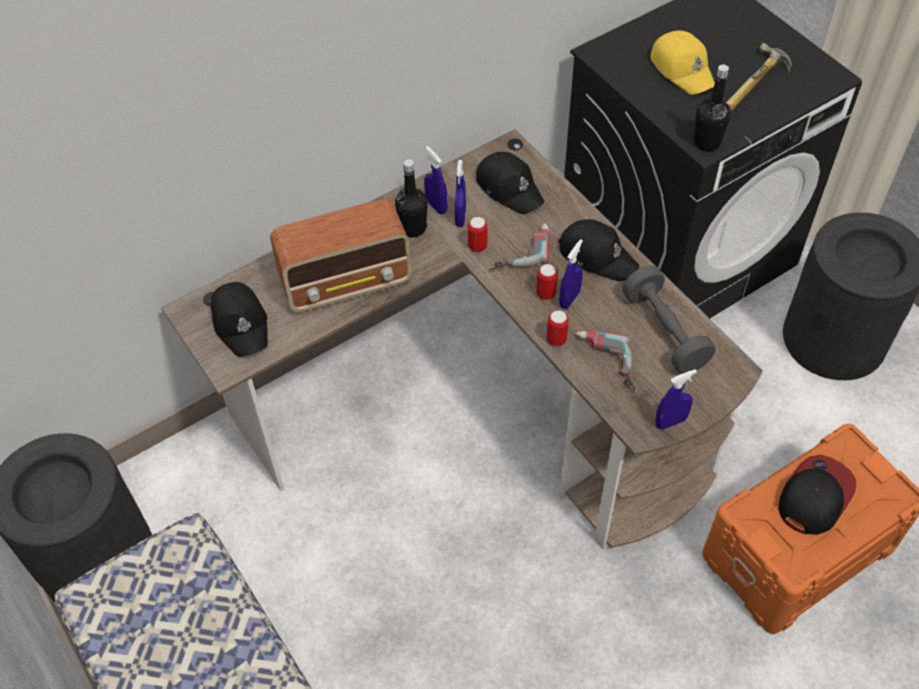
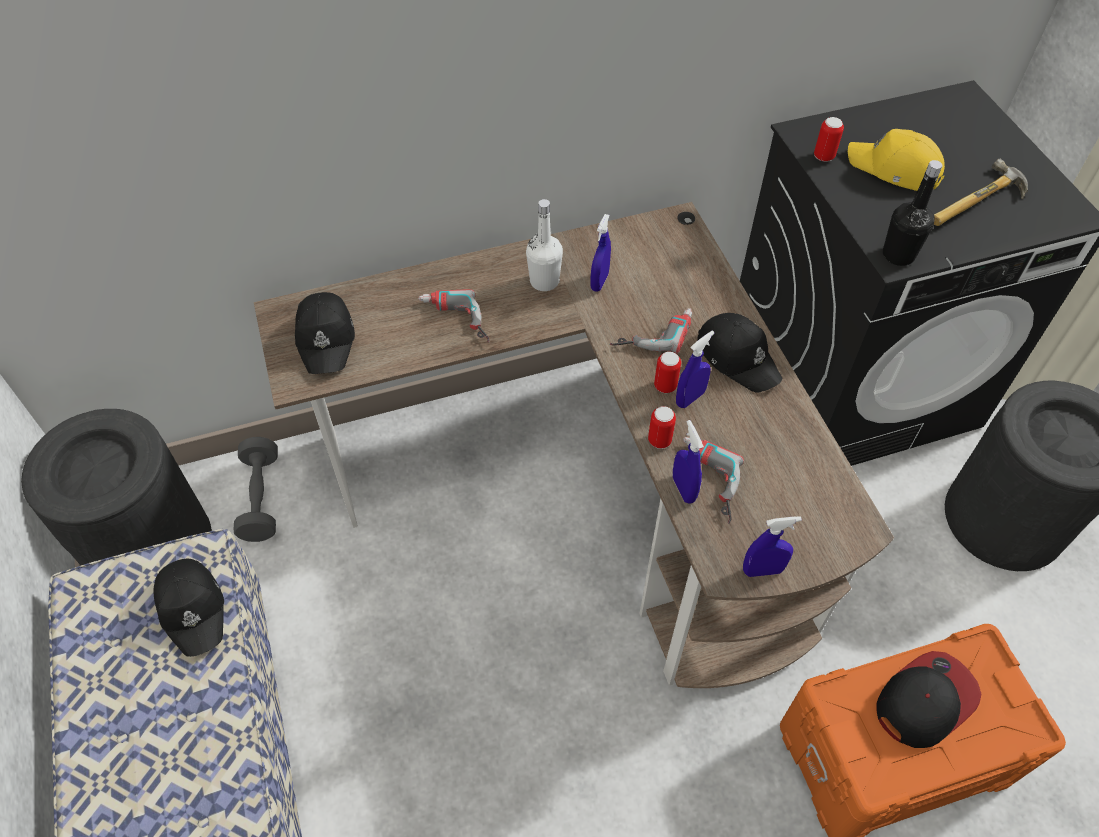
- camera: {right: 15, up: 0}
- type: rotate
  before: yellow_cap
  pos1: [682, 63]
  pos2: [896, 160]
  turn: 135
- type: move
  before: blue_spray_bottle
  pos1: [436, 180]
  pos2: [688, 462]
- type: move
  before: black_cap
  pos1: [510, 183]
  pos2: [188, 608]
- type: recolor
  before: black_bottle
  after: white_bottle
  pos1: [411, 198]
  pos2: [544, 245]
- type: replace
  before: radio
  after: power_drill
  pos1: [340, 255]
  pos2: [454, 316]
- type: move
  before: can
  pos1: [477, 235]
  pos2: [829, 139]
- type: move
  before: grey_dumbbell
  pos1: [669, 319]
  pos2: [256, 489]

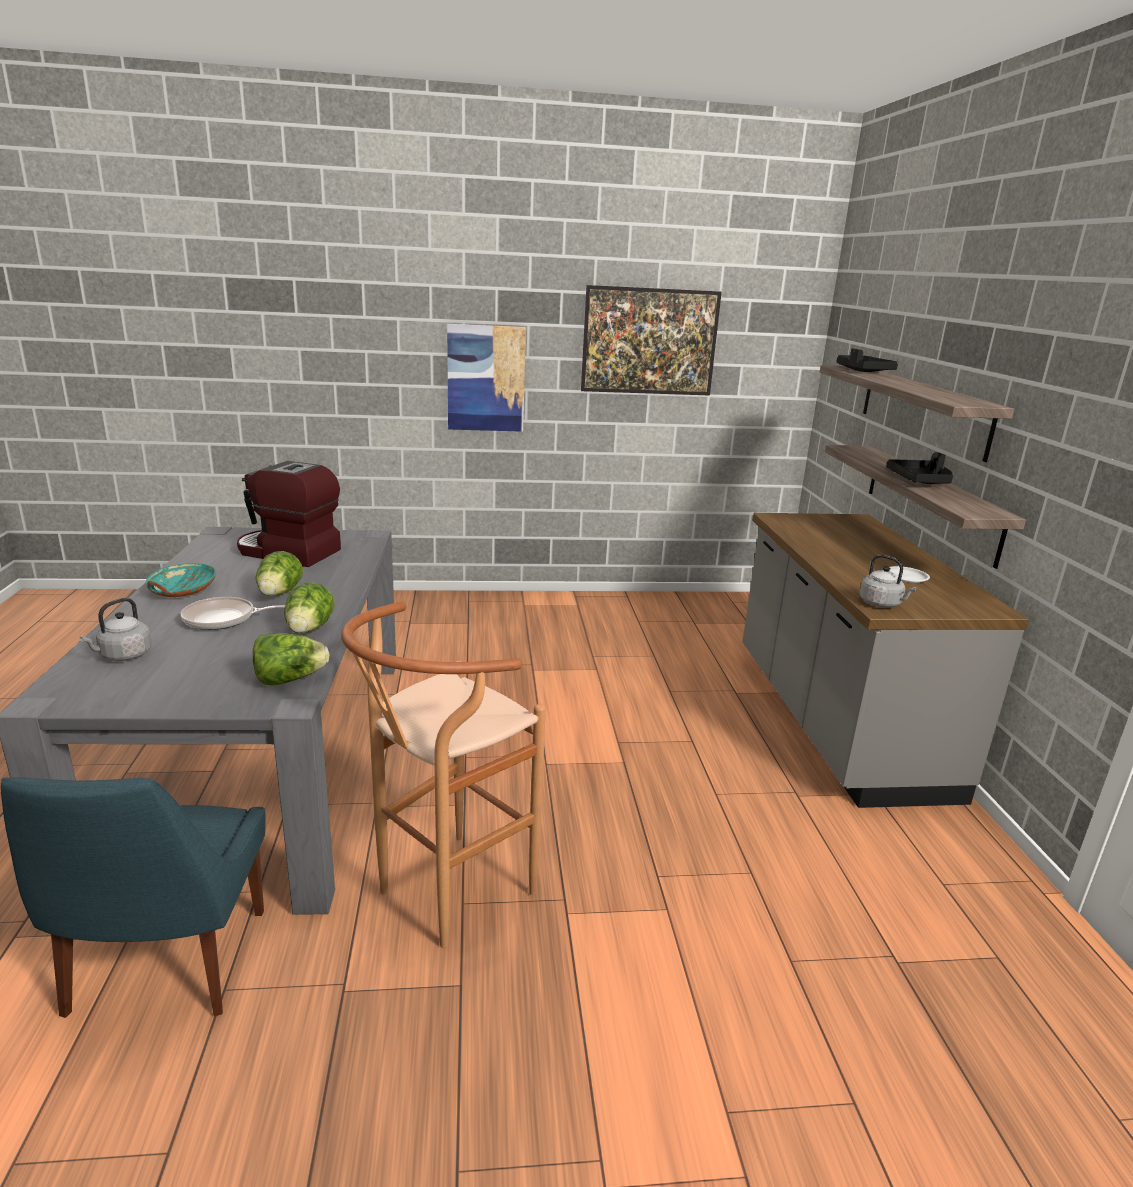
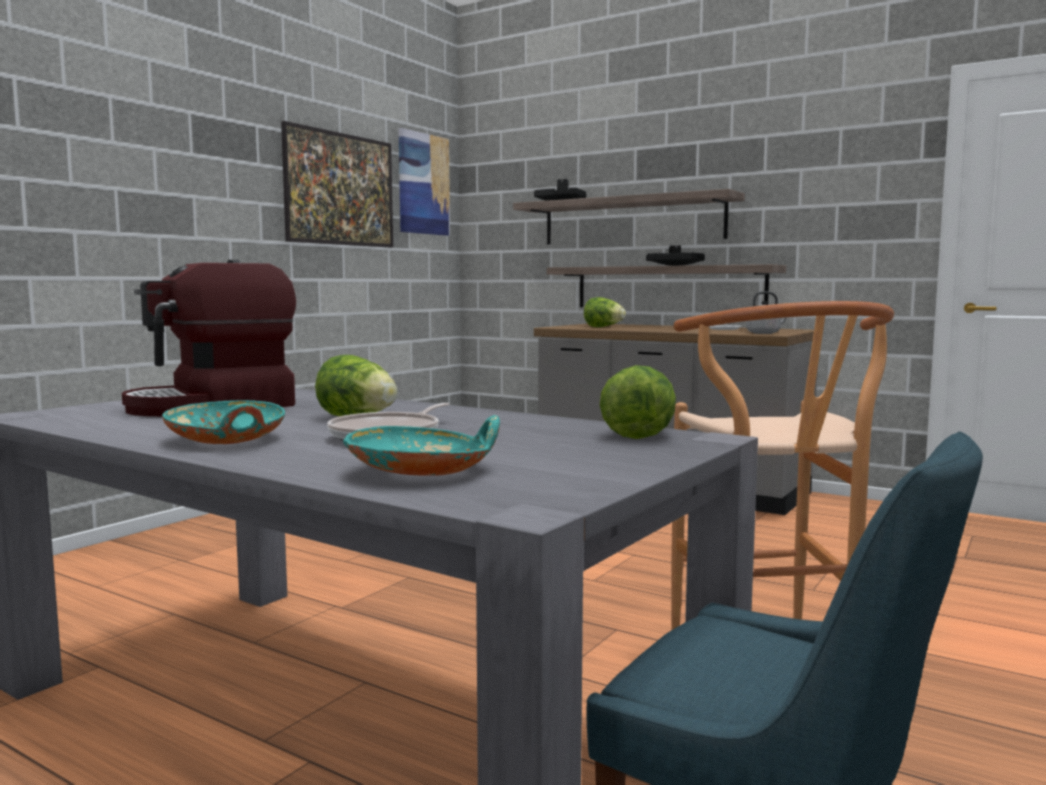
- camera: {right: -50, up: -15}
- type: move
  before: picture
  pos1: [486, 378]
  pos2: [424, 182]
- type: move
  before: lettuce
  pos1: [309, 607]
  pos2: [605, 312]
- type: replace
  before: grey_kettle
  after: turquoise_bowl
  pos1: [116, 629]
  pos2: [421, 445]

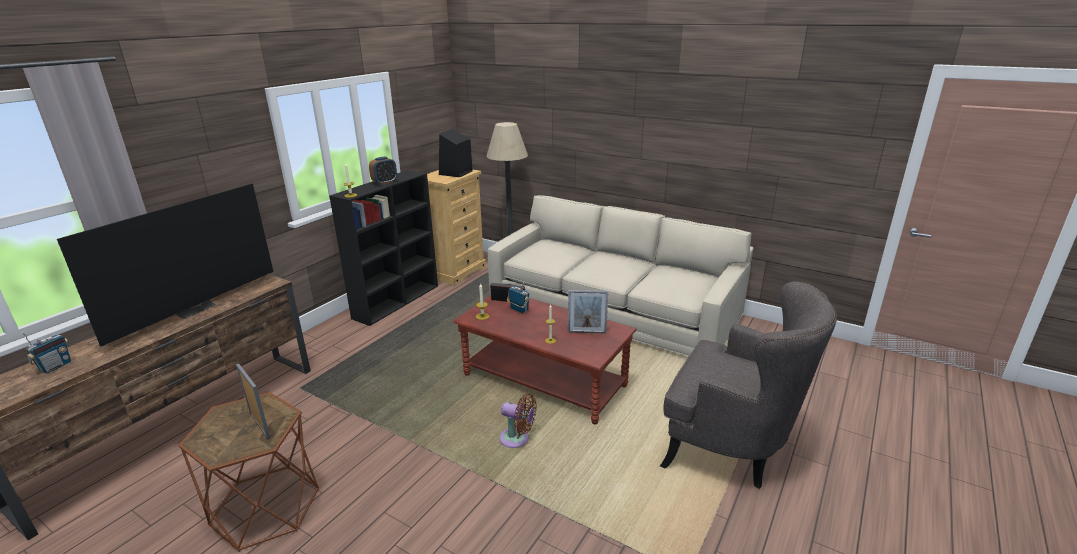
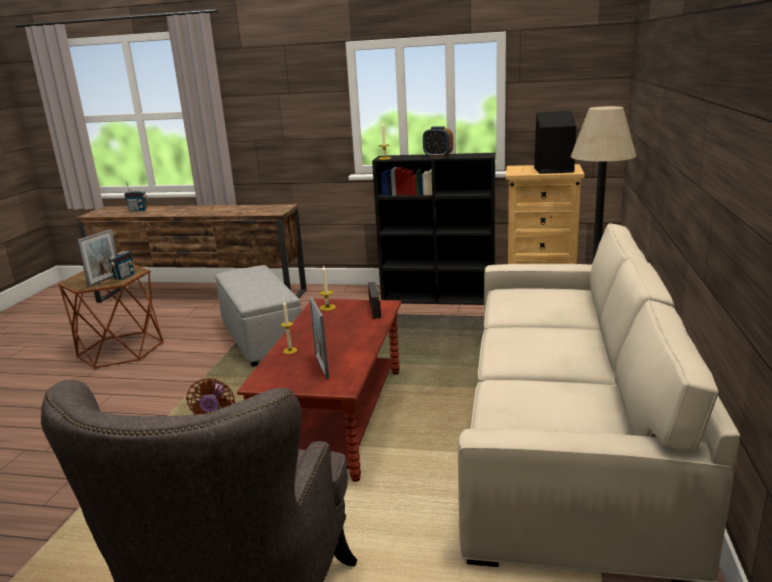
- camera: {right: 70, up: -5}
- type: delete
  before: television
  pos1: [165, 265]
- type: move
  before: radio
  pos1: [518, 297]
  pos2: [121, 262]
- type: insert
  after: grey_ottoman
  pos2: [258, 316]

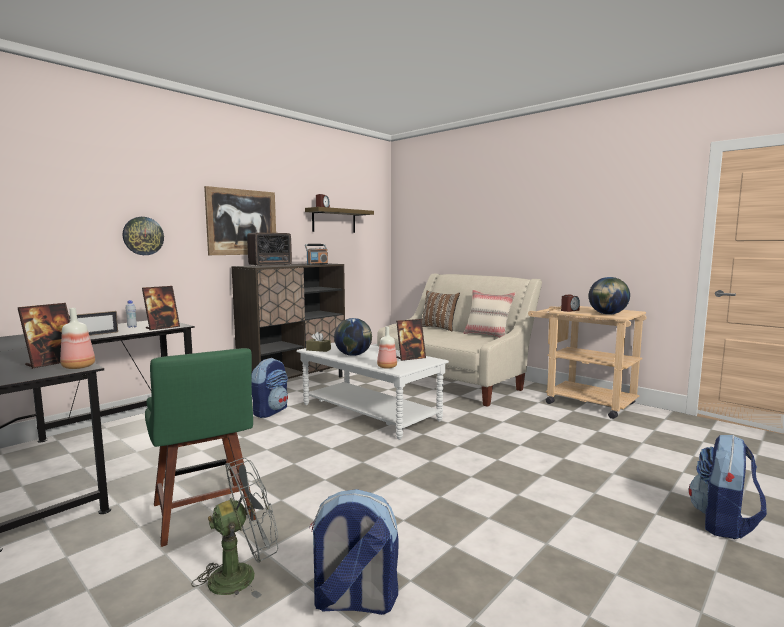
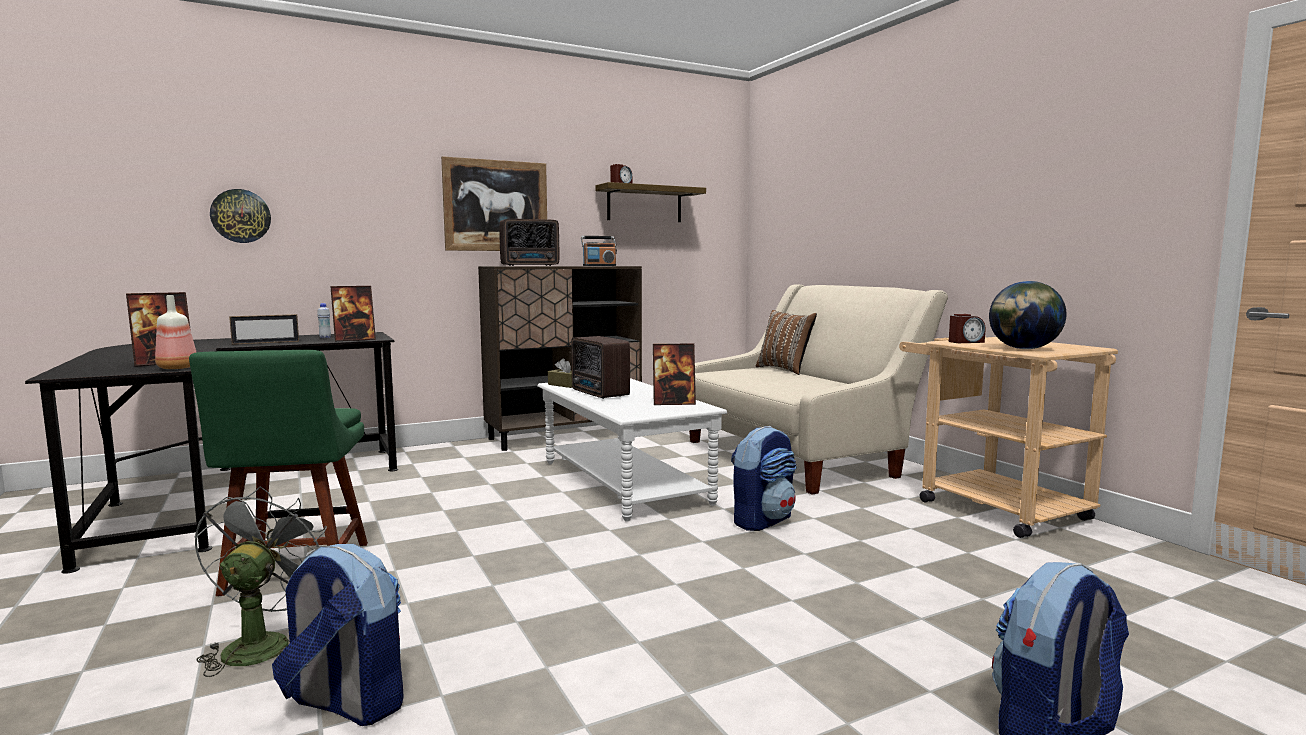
- camera: {right: 20, up: 0}
- type: move
  before: wall_clock
  pos1: [143, 236]
  pos2: [240, 216]
- type: delete
  before: beige_pillow
  pos1: [489, 314]
- type: replace
  before: globe
  after: radio
  pos1: [353, 337]
  pos2: [600, 367]
- type: delete
  before: bottle
  pos1: [387, 348]
- type: move
  before: backpack
  pos1: [270, 388]
  pos2: [764, 478]
- type: rotate
  before: grey_fan
  pos1: [234, 528]
  pos2: [260, 581]
  turn: -75

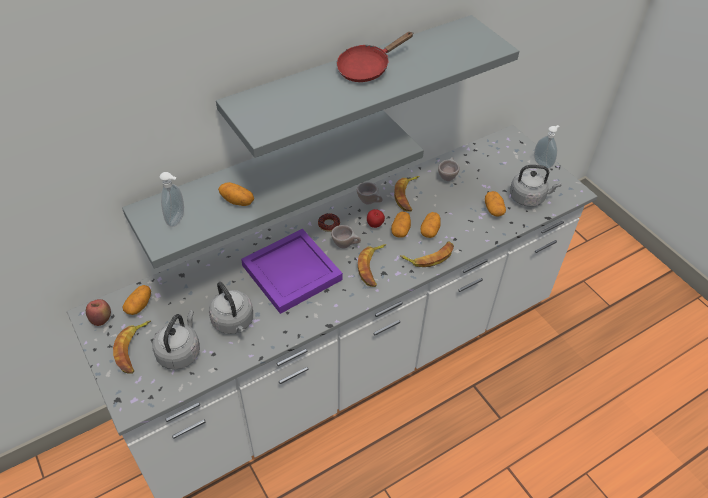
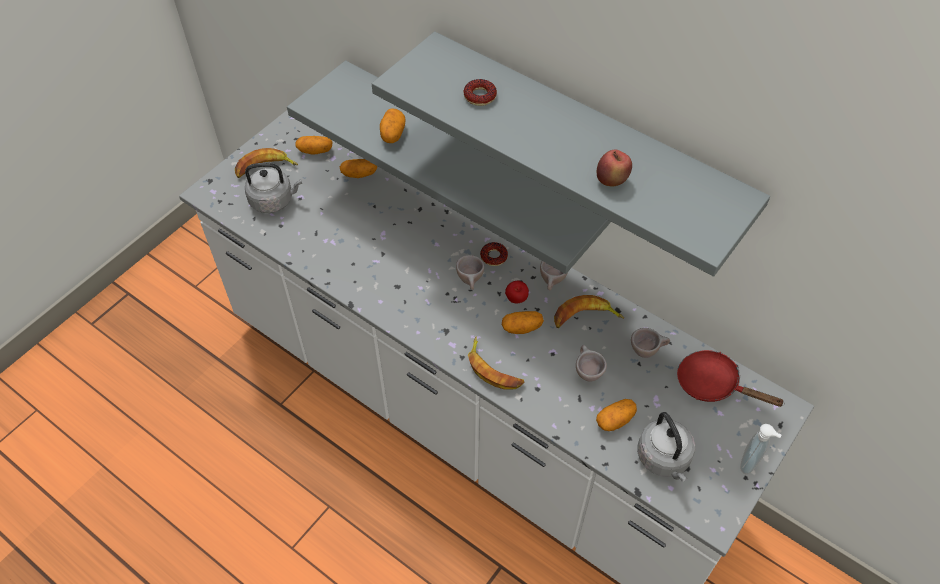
- camera: {right: 70, up: 5}
- type: move
  before: red_frying_pan
  pos1: [374, 57]
  pos2: [731, 378]
- type: delete
  before: soap_dispenser
  pos1: [172, 199]
- type: move
  before: potato
  pos1: [431, 225]
  pos2: [358, 168]
- type: delete
  before: purple_tray
  pos1: [292, 271]
- type: delete
  before: banana
  pos1: [372, 265]
- type: delete
  before: grey_kettle
  pos1: [231, 308]
- type: move
  before: apple
  pos1: [98, 312]
  pos2: [614, 168]
- type: insert
  after: donut
  pos2: [480, 92]
- type: insert
  after: beige_cup
  pos2: [591, 363]

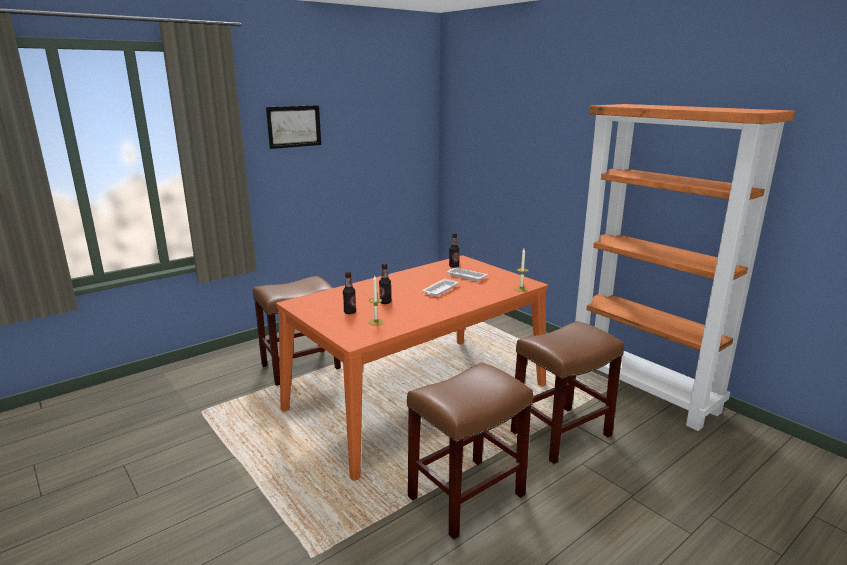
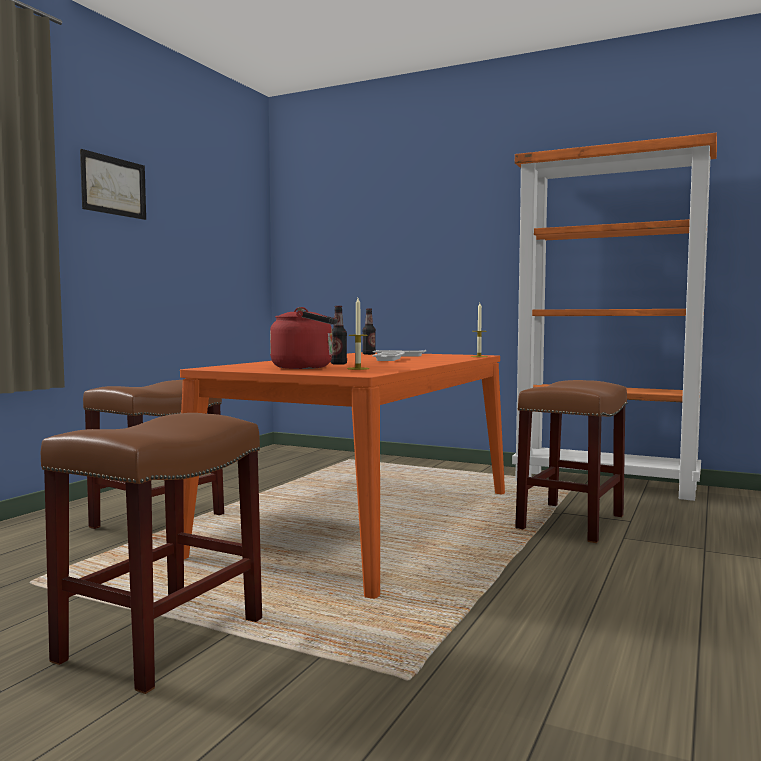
- camera: {right: -25, up: -15}
- type: replace
  before: bottle
  after: red_kettle
  pos1: [349, 292]
  pos2: [304, 338]
- type: move
  before: brown_stool
  pos1: [470, 451]
  pos2: [151, 553]

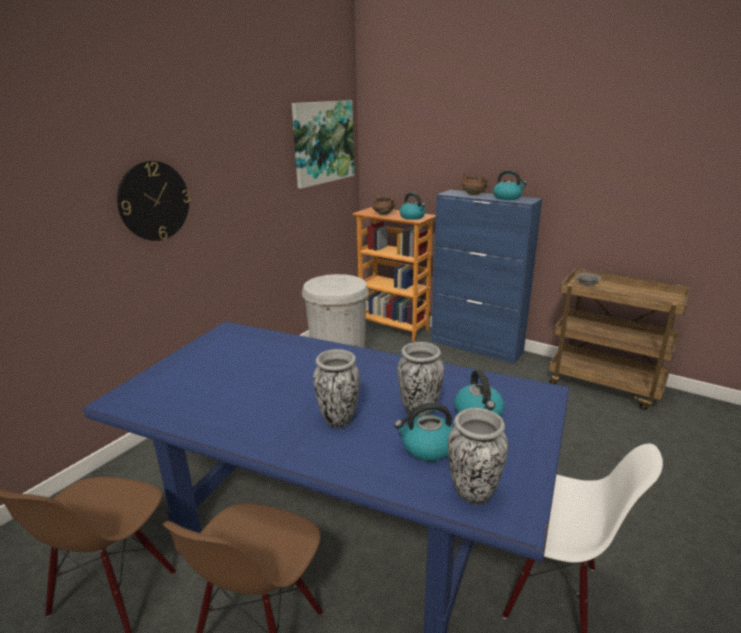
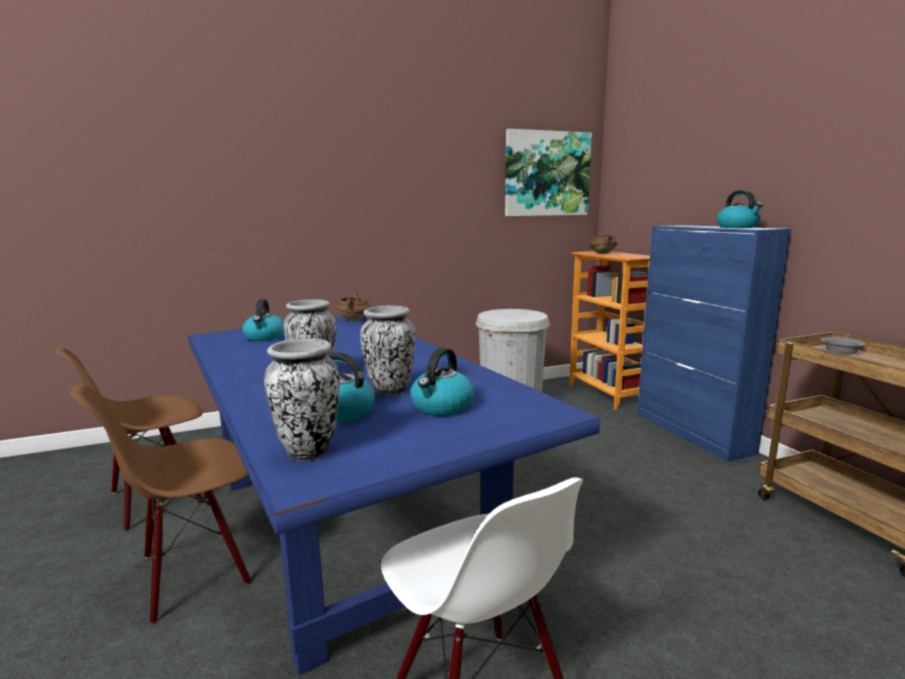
- camera: {right: 35, up: -10}
- type: delete
  before: wall_clock
  pos1: [153, 201]
- type: move
  before: brown_cooking_pot
  pos1: [475, 184]
  pos2: [353, 307]
- type: move
  before: kettle
  pos1: [413, 206]
  pos2: [263, 320]

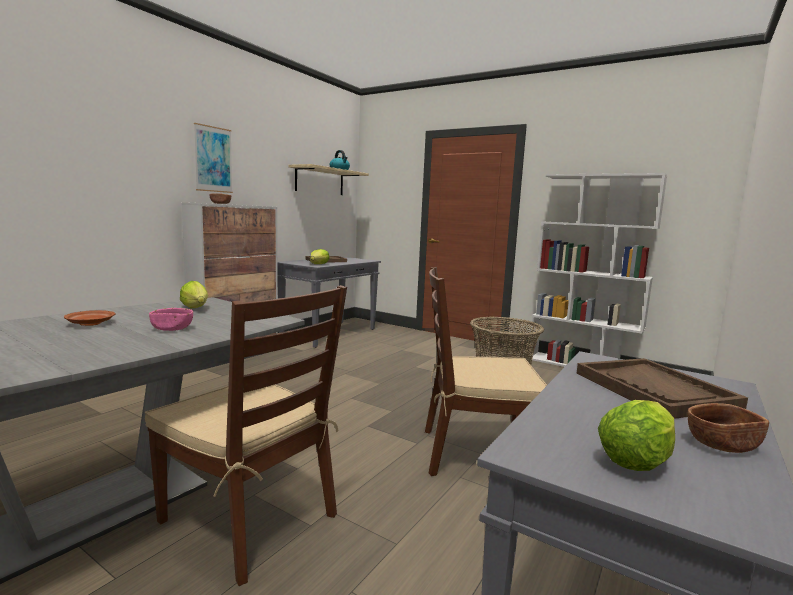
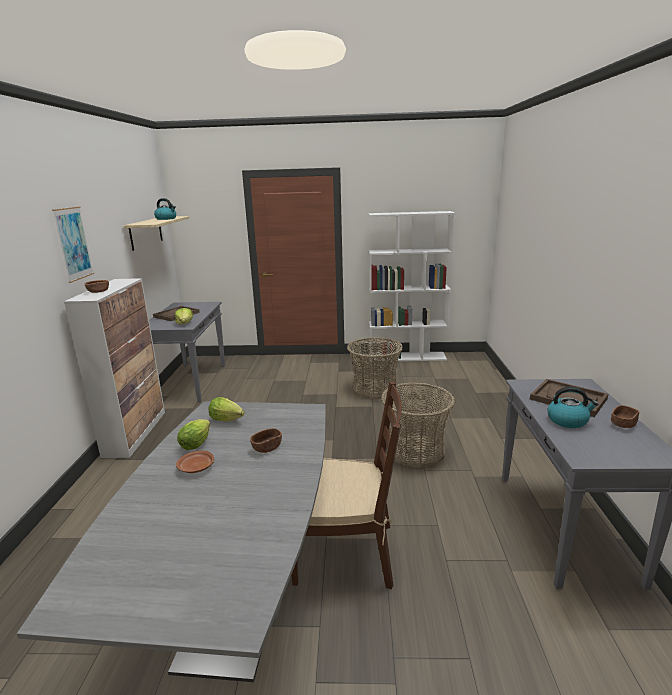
- camera: {right: -30, up: 10}
- type: replace
  before: brown_chair
  after: basket
  pos1: [486, 371]
  pos2: [418, 425]
- type: recolor
  before: pink_bowl
  after: brown_bowl
  pos1: [171, 319]
  pos2: [266, 440]
- type: move
  before: lettuce
  pos1: [636, 435]
  pos2: [193, 434]
- type: insert
  after: kettle
  pos2: [573, 407]

